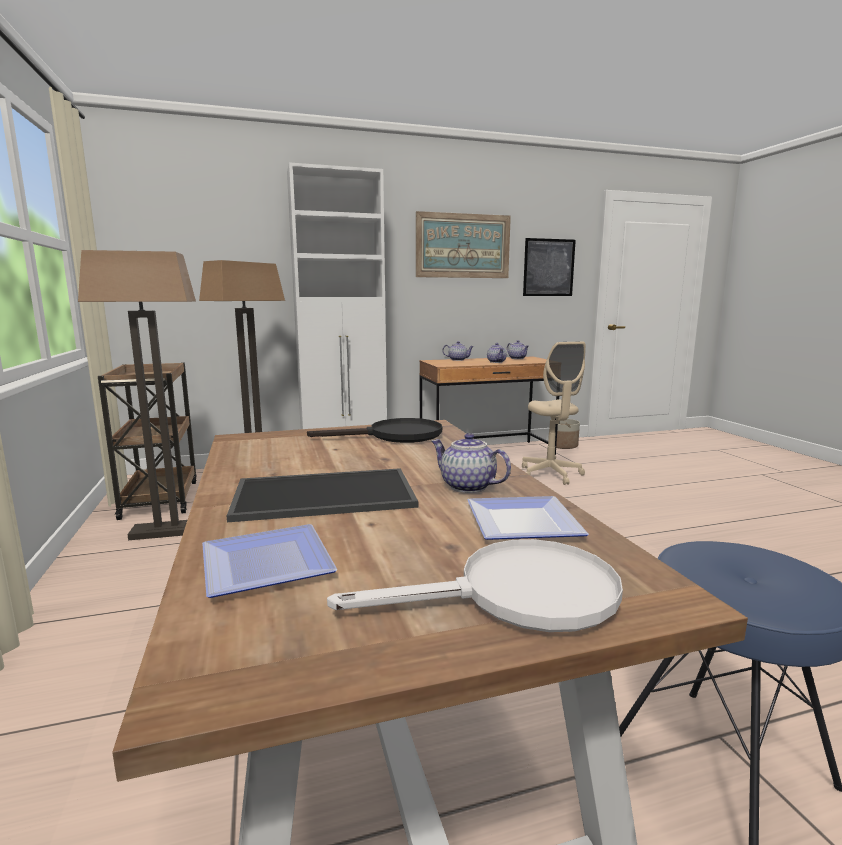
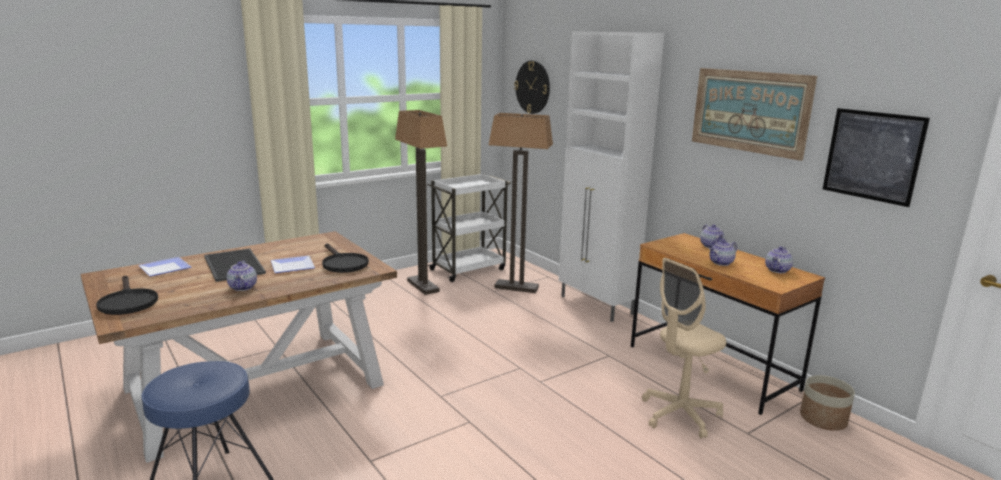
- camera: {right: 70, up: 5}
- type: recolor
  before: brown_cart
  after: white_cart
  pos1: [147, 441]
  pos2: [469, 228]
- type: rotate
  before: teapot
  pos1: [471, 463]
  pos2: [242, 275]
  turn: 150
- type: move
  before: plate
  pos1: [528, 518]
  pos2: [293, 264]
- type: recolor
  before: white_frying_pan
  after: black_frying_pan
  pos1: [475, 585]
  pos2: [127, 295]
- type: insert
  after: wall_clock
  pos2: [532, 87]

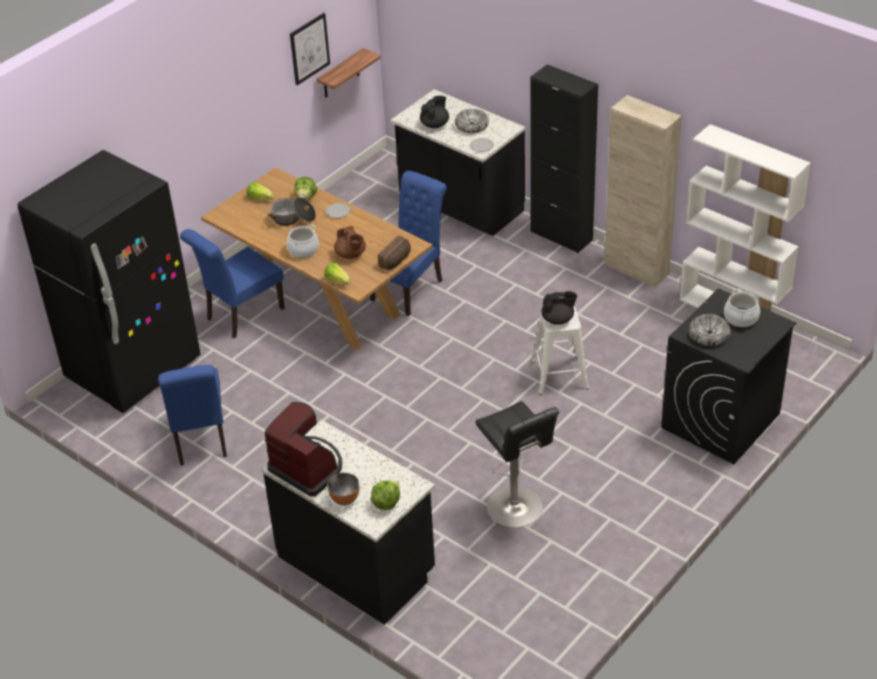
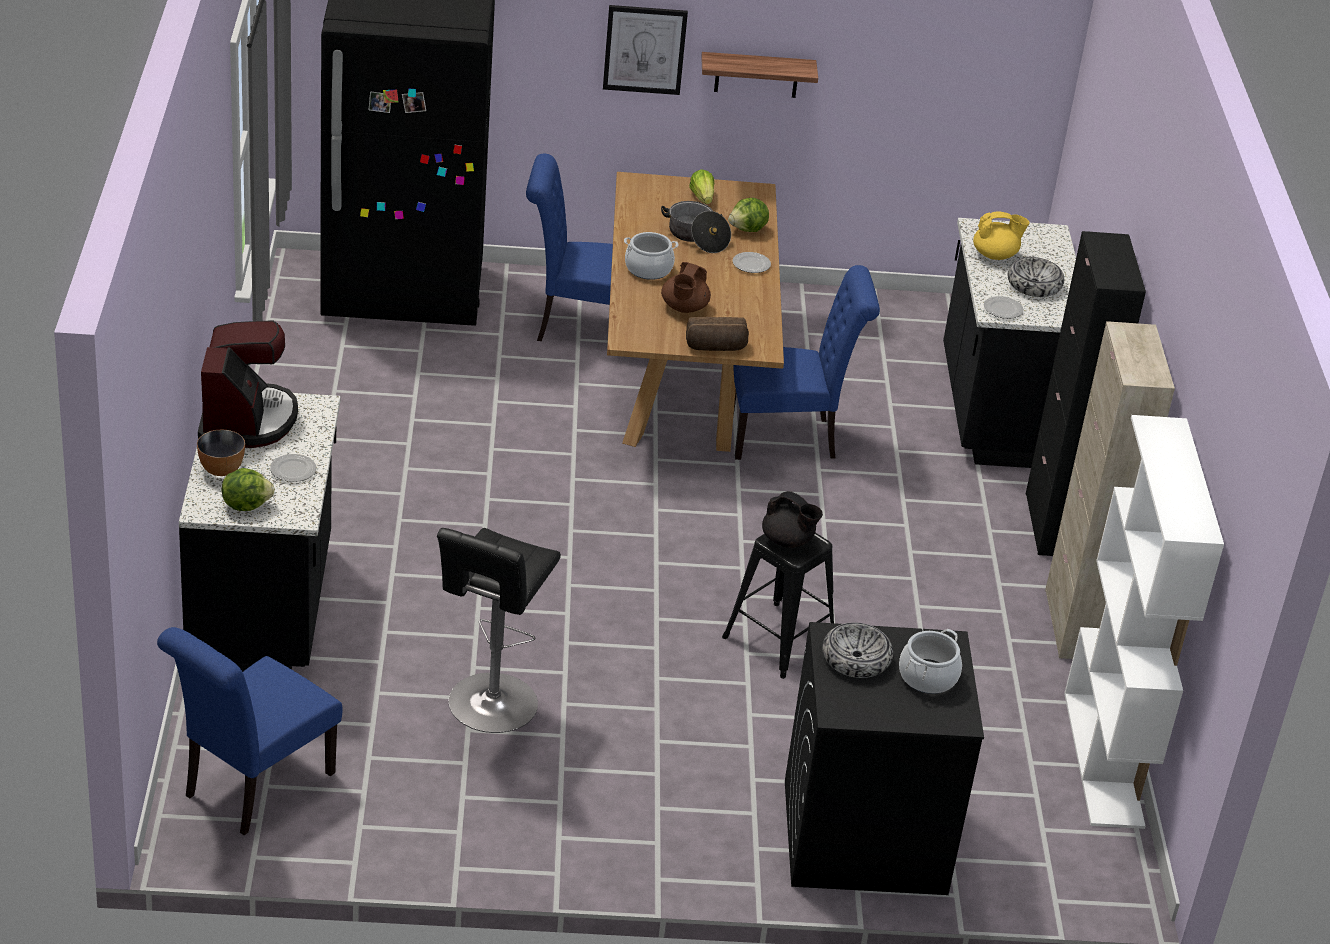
- camera: {right: 45, up: -5}
- type: move
  before: picture
  pos1: [310, 49]
  pos2: [645, 50]
- type: move
  before: shelf
  pos1: [348, 72]
  pos2: [759, 75]
- type: recolor
  before: black_teapot
  after: yellow_teapot
  pos1: [434, 112]
  pos2: [1001, 235]
- type: delete
  before: lettuce
  pos1: [338, 274]
- type: recolor
  before: white_stool
  after: black_stool
  pos1: [560, 351]
  pos2: [778, 606]
- type: move
  before: blue_chair
  pos1: [192, 415]
  pos2: [249, 731]
- type: insert
  after: plate
  pos2: [293, 468]

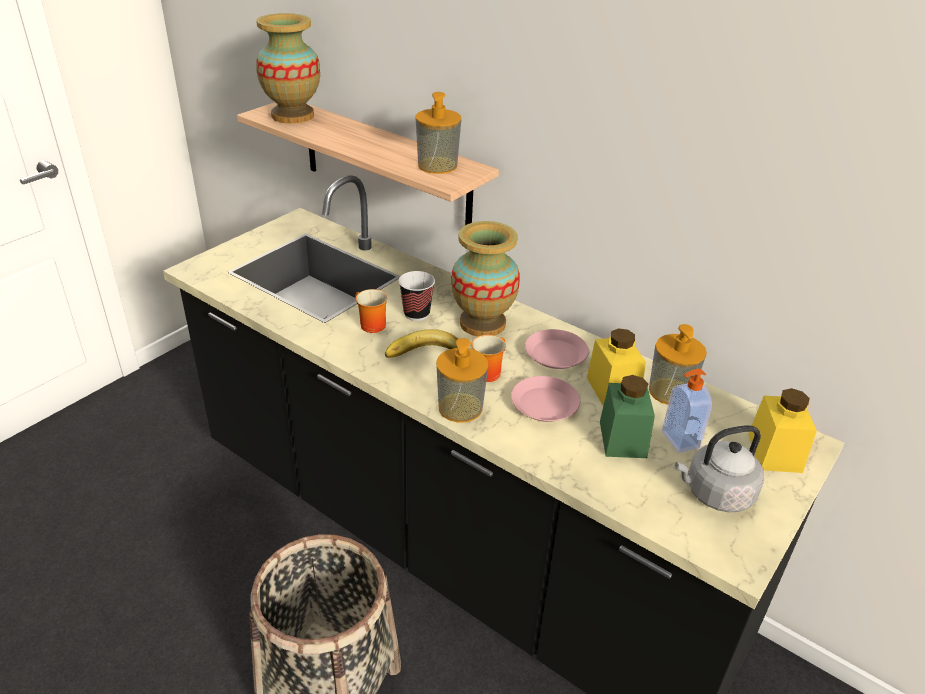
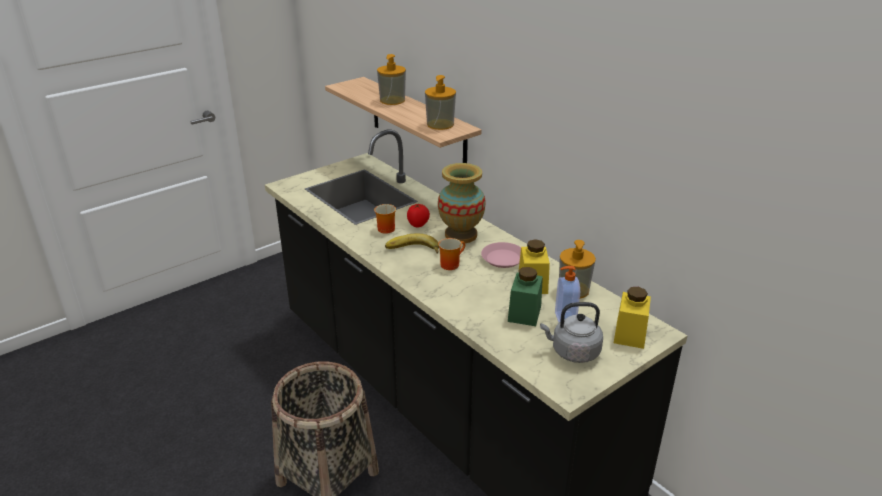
- camera: {right: 15, up: -5}
- type: delete
  before: vase
  pos1: [288, 68]
- type: replace
  before: cup
  after: tomato
  pos1: [416, 296]
  pos2: [418, 215]
- type: move
  before: soap_dispenser
  pos1: [462, 380]
  pos2: [391, 79]
- type: delete
  before: pink_plate
  pos1: [545, 399]

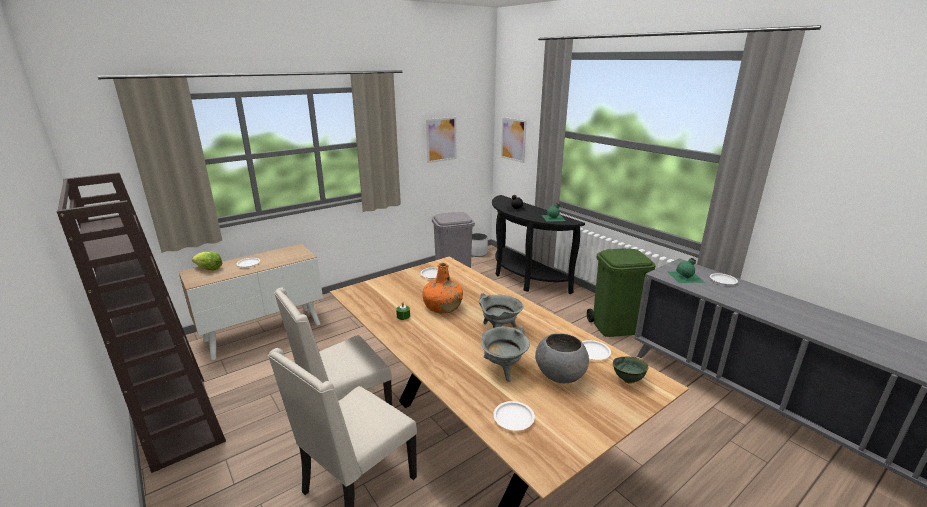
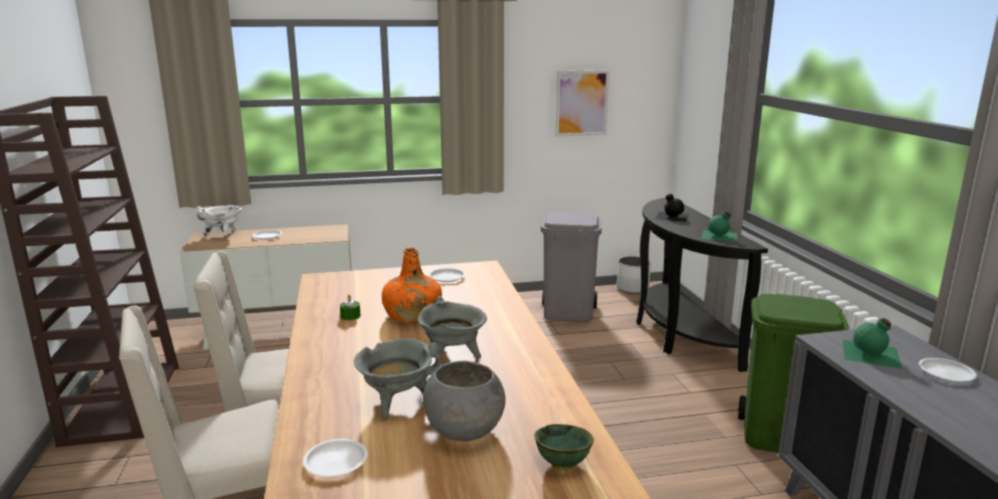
- camera: {right: 25, up: -5}
- type: delete
  before: picture
  pos1: [514, 140]
- type: replace
  before: lettuce
  after: white_cooking_pot
  pos1: [207, 261]
  pos2: [219, 221]
- type: delete
  before: white_plate
  pos1: [596, 350]

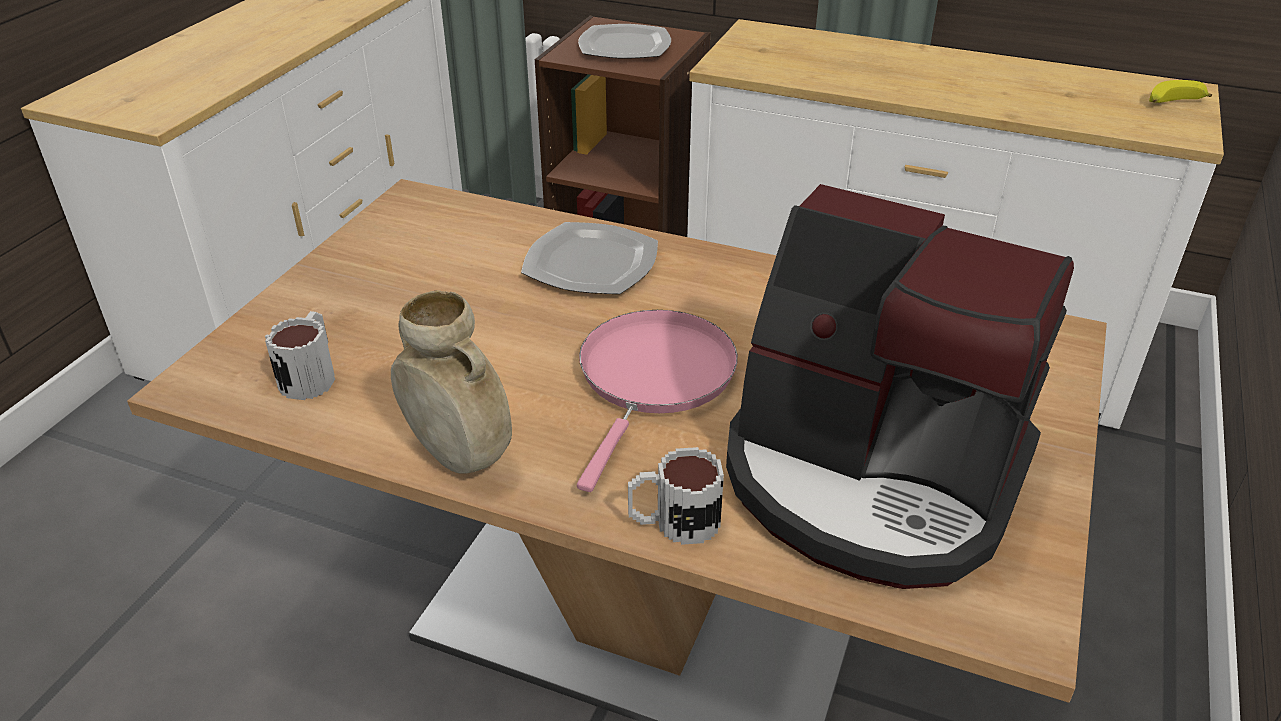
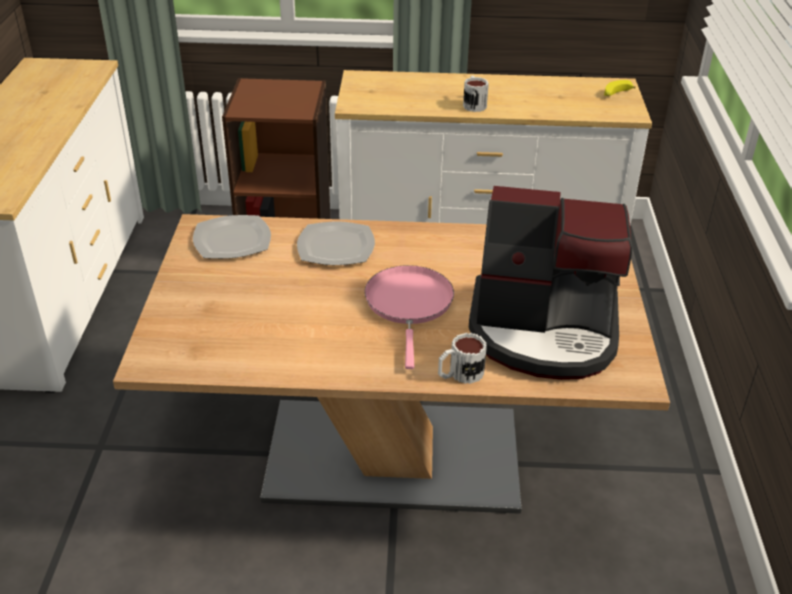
- camera: {right: -20, up: 0}
- type: move
  before: plate
  pos1: [624, 41]
  pos2: [232, 237]
- type: delete
  before: beige_vase
  pos1: [451, 382]
- type: move
  before: mug
  pos1: [300, 355]
  pos2: [476, 94]

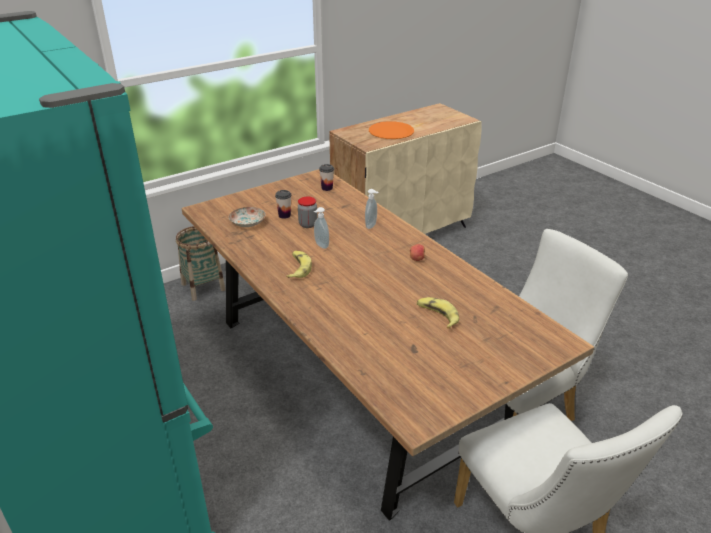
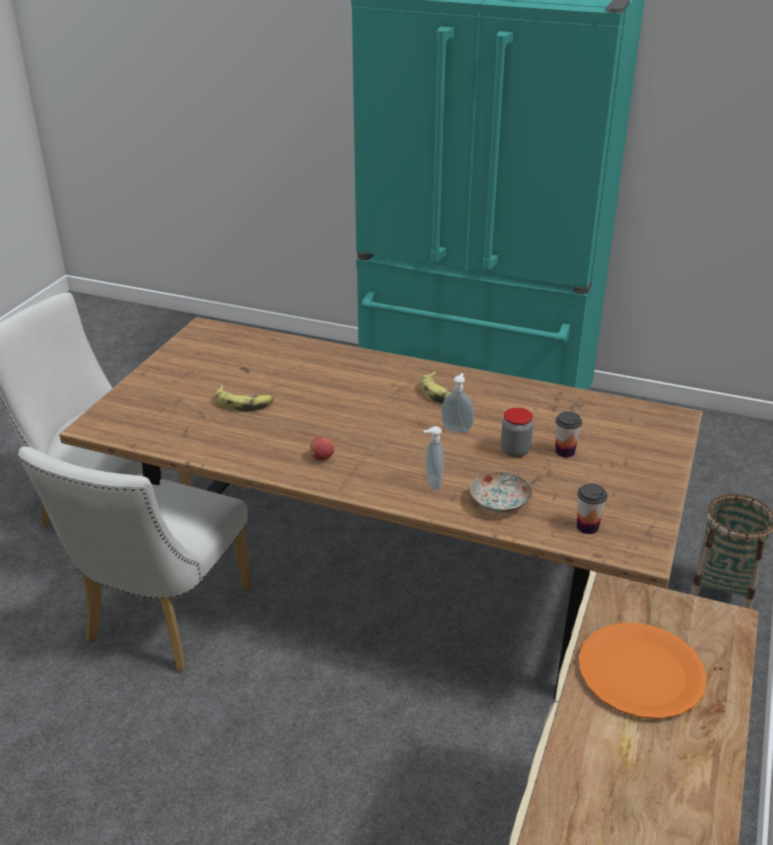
- camera: {right: 145, up: 0}
- type: move
  before: plate
  pos1: [247, 217]
  pos2: [501, 492]

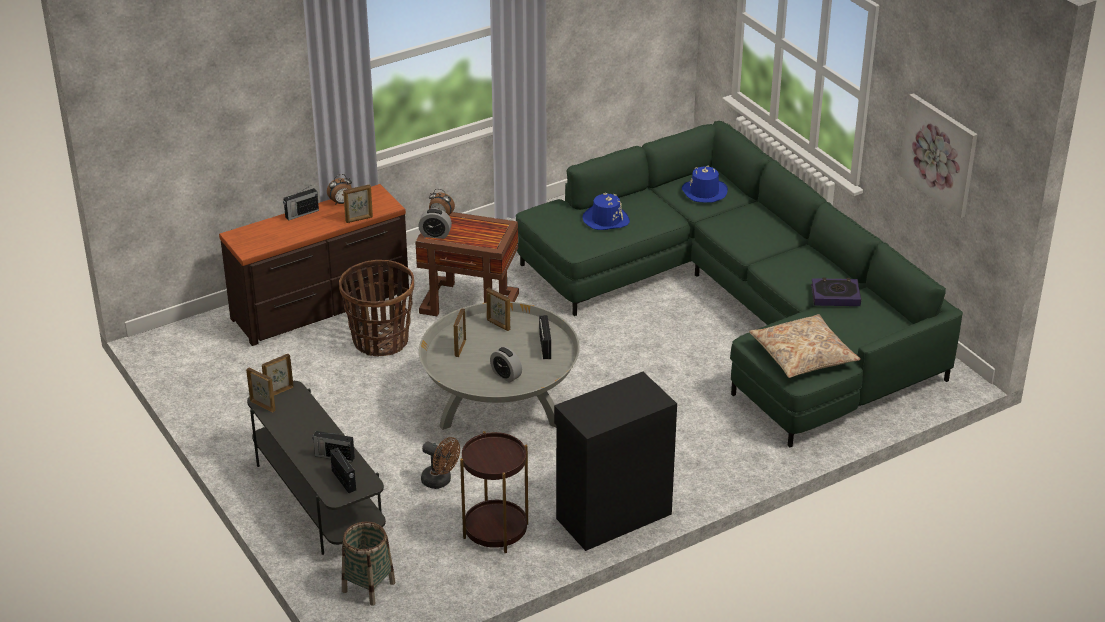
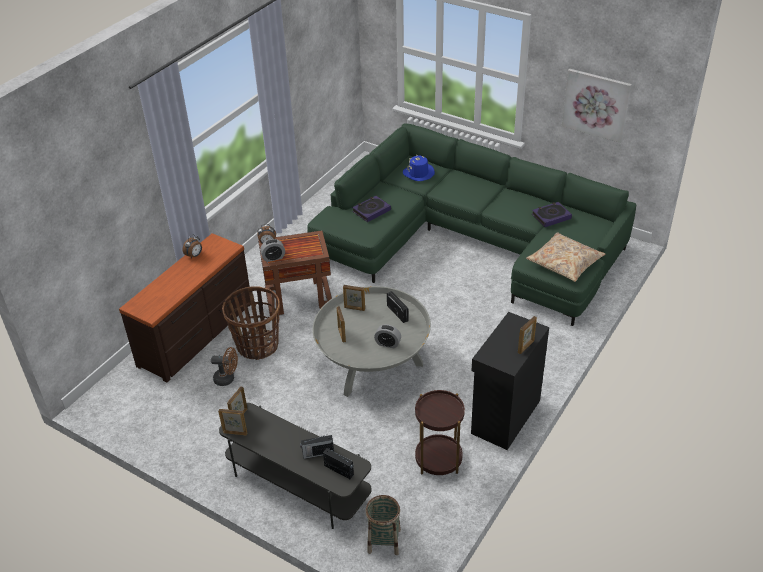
- camera: {right: -25, up: 5}
- type: move
  before: picture_frame
  pos1: [358, 203]
  pos2: [527, 335]
- type: delete
  before: radio
  pos1: [301, 203]
- type: replace
  before: blue_hat
  after: book
  pos1: [606, 211]
  pos2: [371, 209]
- type: move
  before: brown_fan
  pos1: [440, 463]
  pos2: [224, 366]

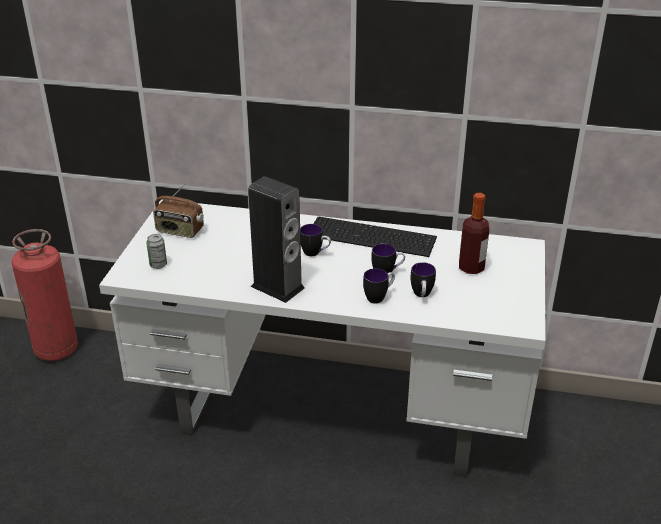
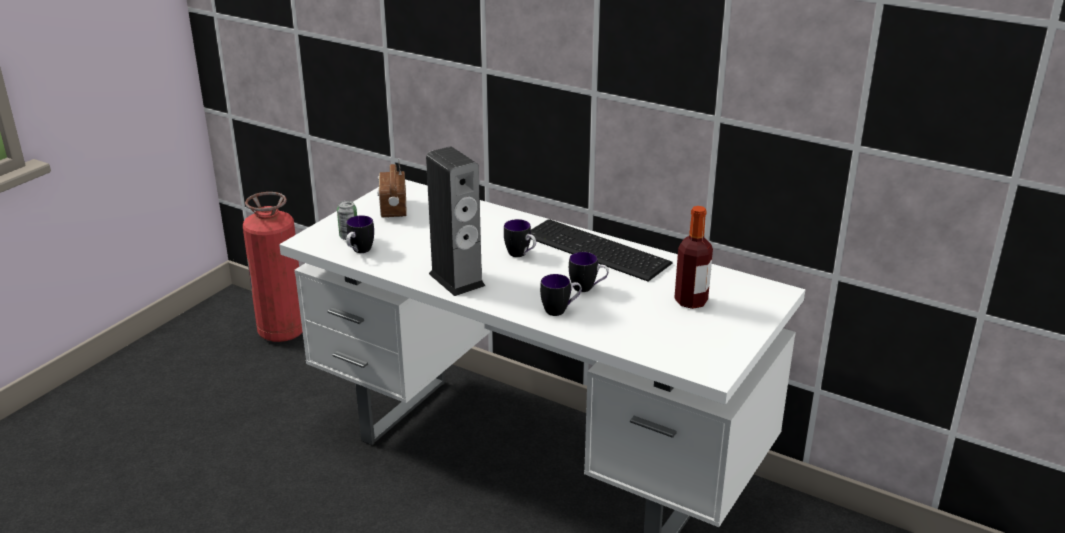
- camera: {right: 20, up: -5}
- type: rotate
  before: radio
  pos1: [178, 210]
  pos2: [392, 188]
  turn: 45
- type: move
  before: mug
  pos1: [423, 279]
  pos2: [360, 234]

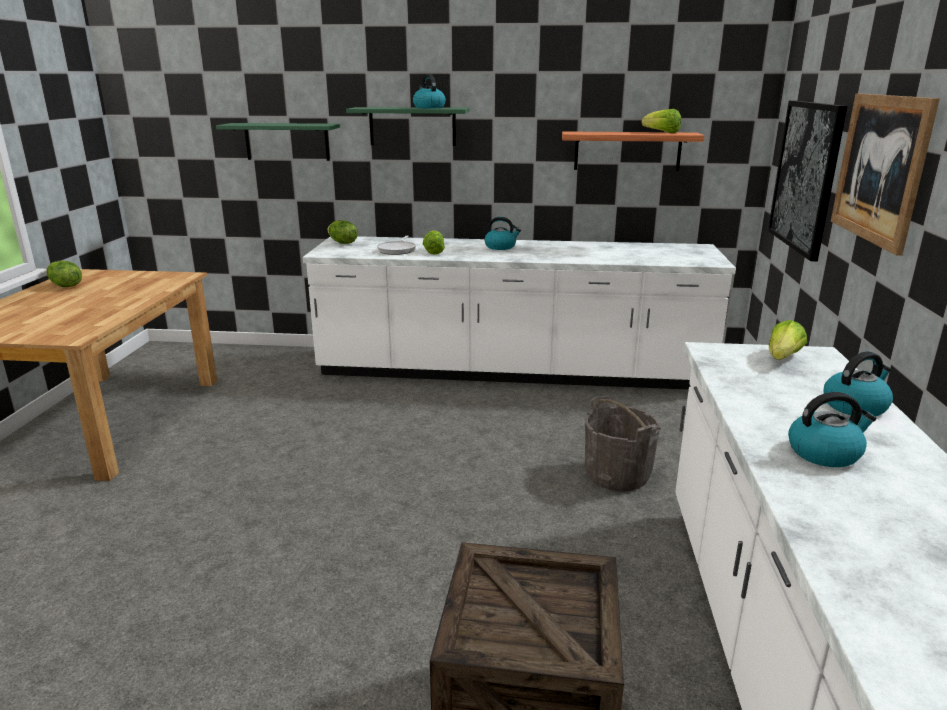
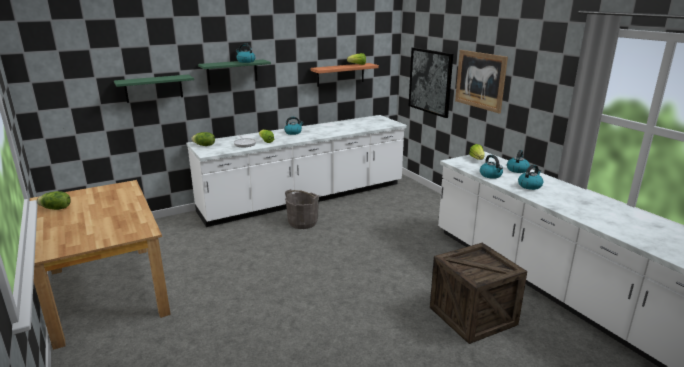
- camera: {right: -35, up: 0}
- type: move
  before: grey_bucket
  pos1: [622, 443]
  pos2: [302, 209]
- type: insert
  after: kettle
  pos2: [491, 167]

